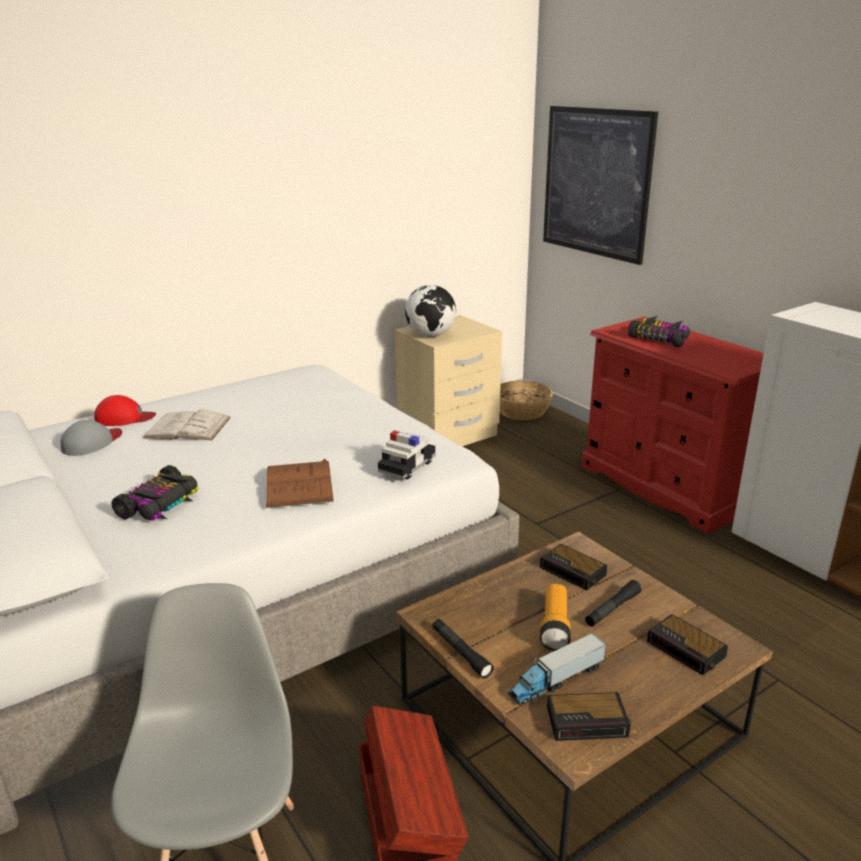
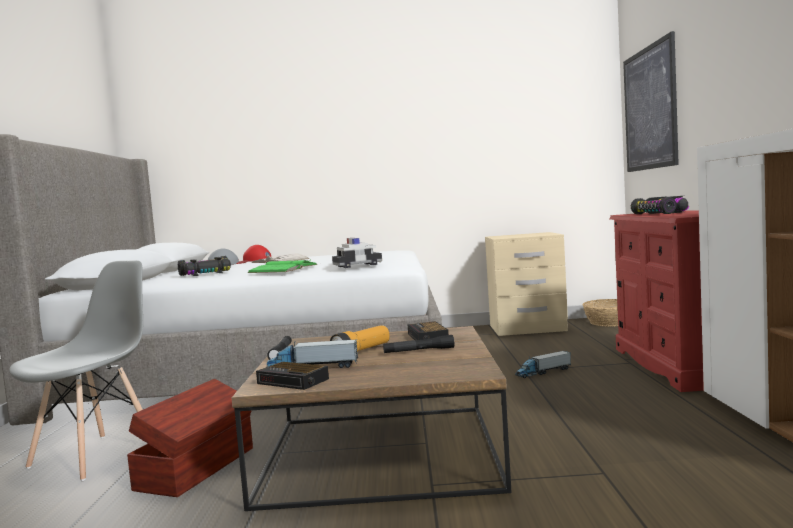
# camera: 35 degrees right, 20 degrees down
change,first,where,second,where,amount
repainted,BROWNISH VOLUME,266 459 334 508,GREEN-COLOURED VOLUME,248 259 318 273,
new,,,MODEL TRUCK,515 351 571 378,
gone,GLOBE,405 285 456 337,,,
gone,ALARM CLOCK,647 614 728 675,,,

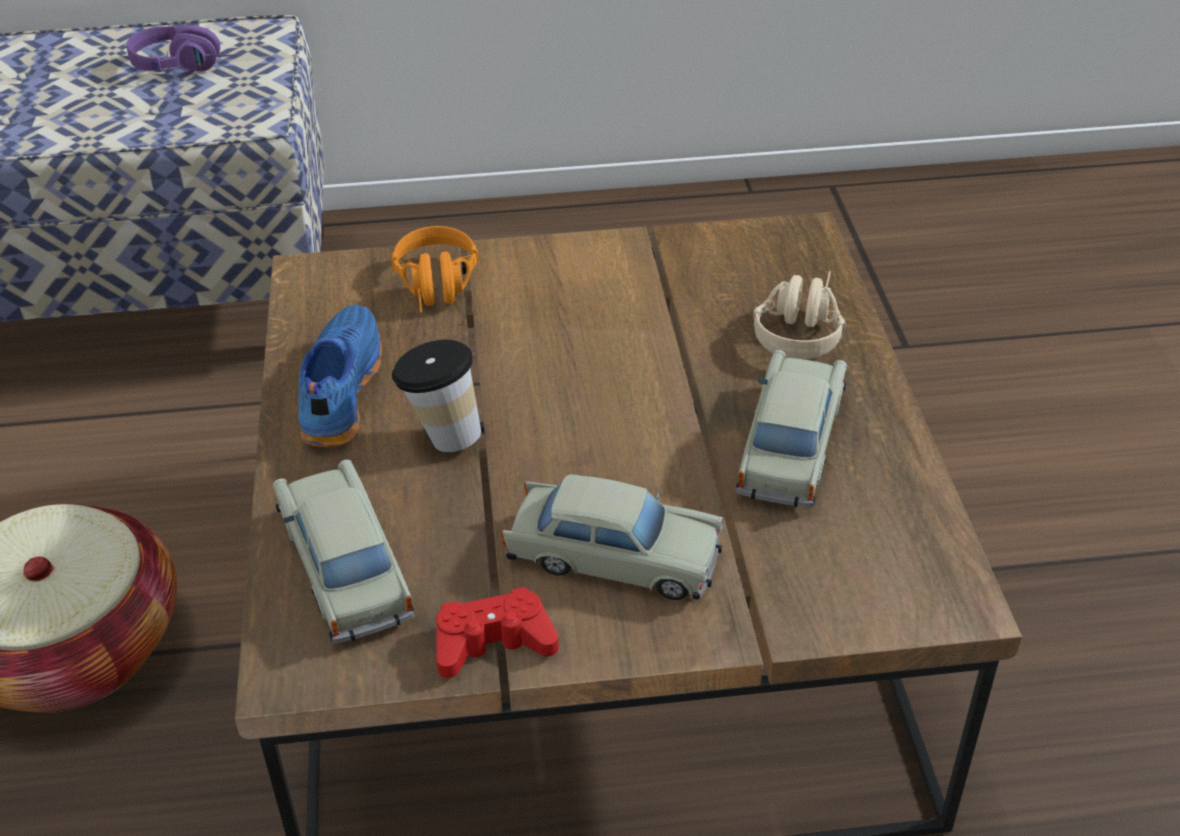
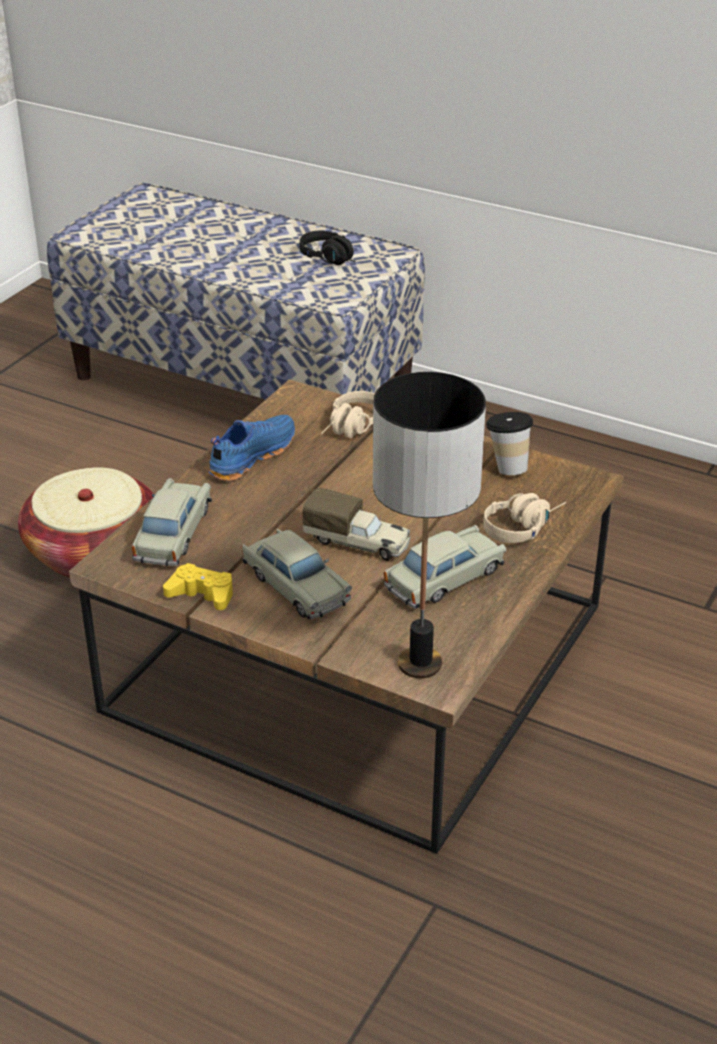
# camera: 35 degrees right, 5 degrees down
change,first,where,second,where,amount
repainted,REDDISH GAMEPAD,436 587 559 678,YELLOWISH GAMEPAD,163 563 233 610,
repainted,PURPLE PAIR OF HEADPHONES,127 24 237 72,BLACK-COLOURED PAIR OF HEADPHONES,300 231 355 265,
new,,,MODEL TRUCK,302 488 411 561,
repainted,ORANGE PAIR OF HEADPHONES,391 226 479 314,SAND-COLOURED PAIR OF HEADPHONES,321 391 375 438,
new,,,TABLETOP LAMP,373 372 486 678,
shifted,SMALL CUP,392 340 481 452,,486 412 533 475,

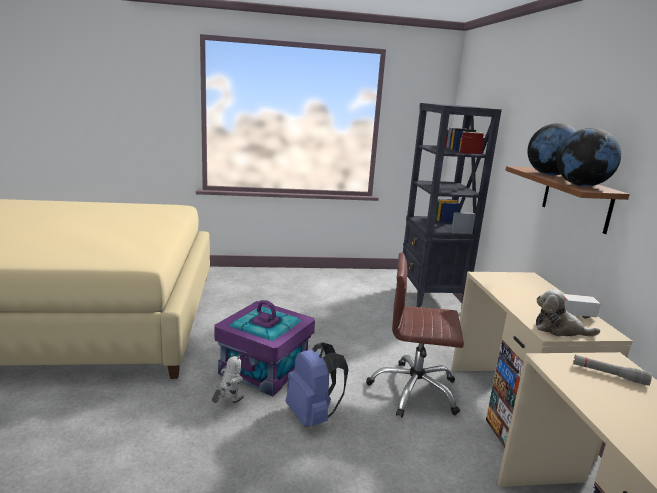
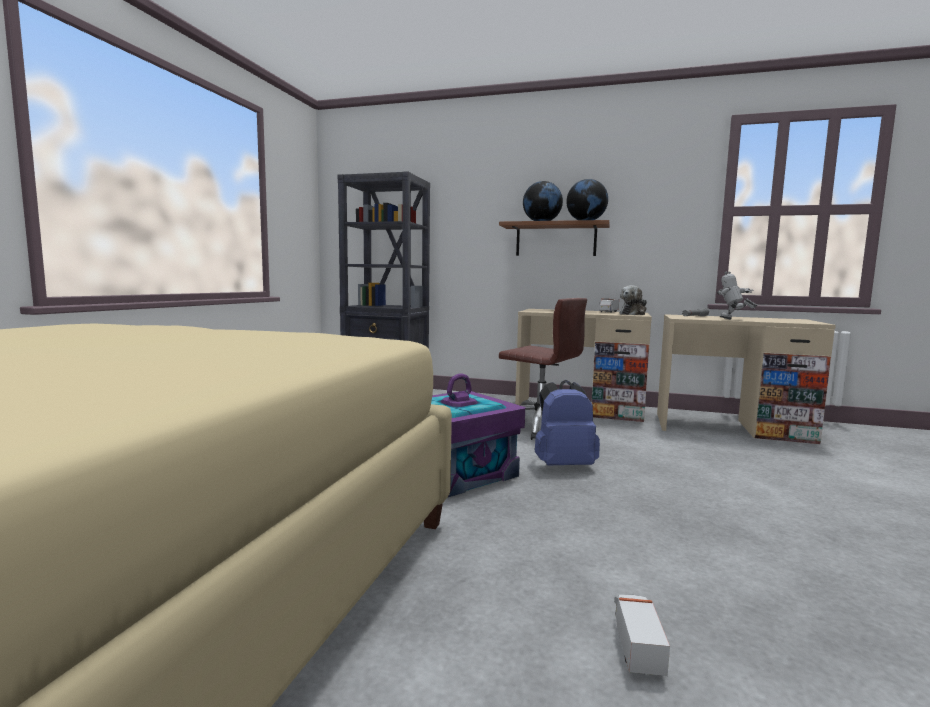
# camera: 65 degrees left, 10 degrees down
change,first,where,second,where,amount
rotated,BROWNISH DESK CHAIR,366 253 464 418,,499 298 587 440,90 degrees counterclockwise
new,,,MODEL TRUCK,615 595 670 676,
shifted,TOY ROBOT,212 353 244 403,,716 271 757 319,

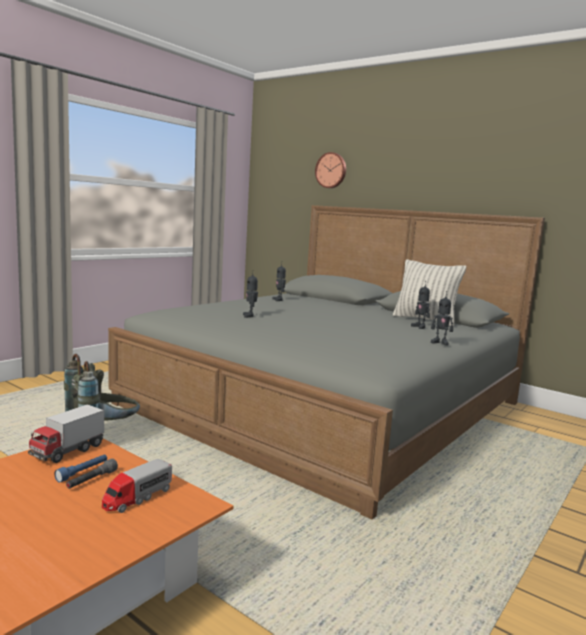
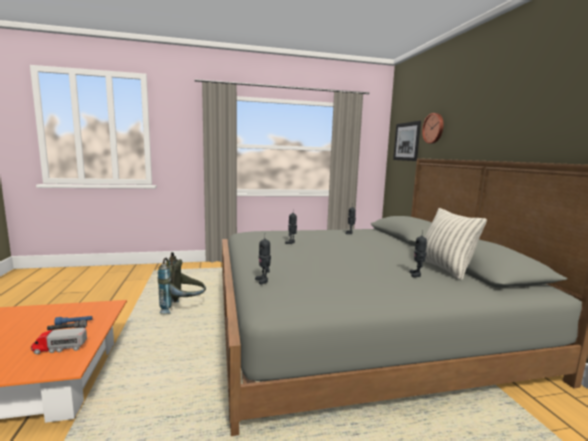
# camera: 40 degrees right, 0 degrees up
change,first,where,second,where,amount
shifted,TOY ROBOT,431 291 453 345,,255 238 271 284,
new,,,WALL ART,393 121 421 161,
gone,MODEL TRUCK,28 404 104 463,,,

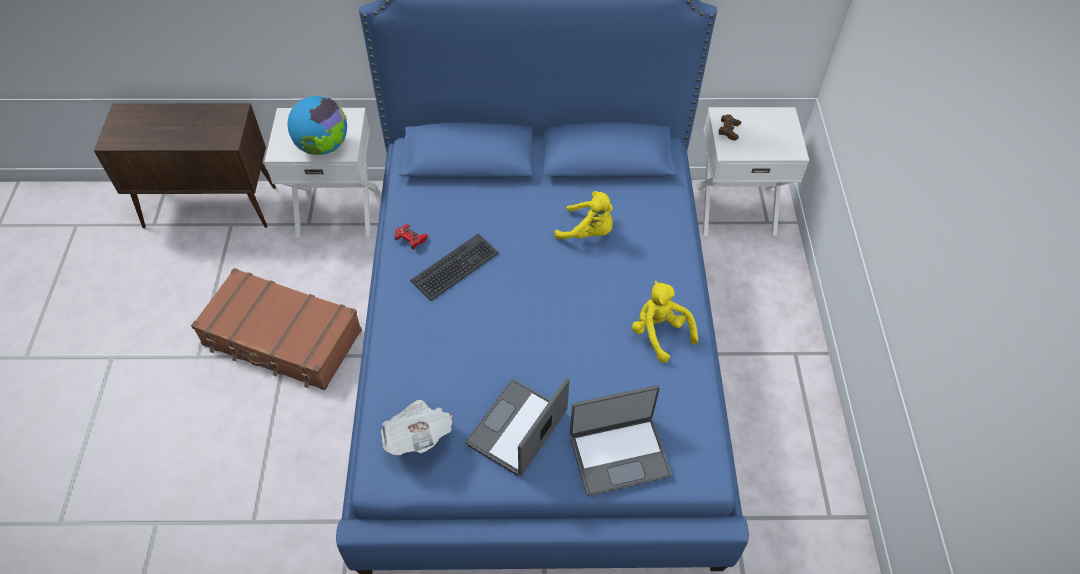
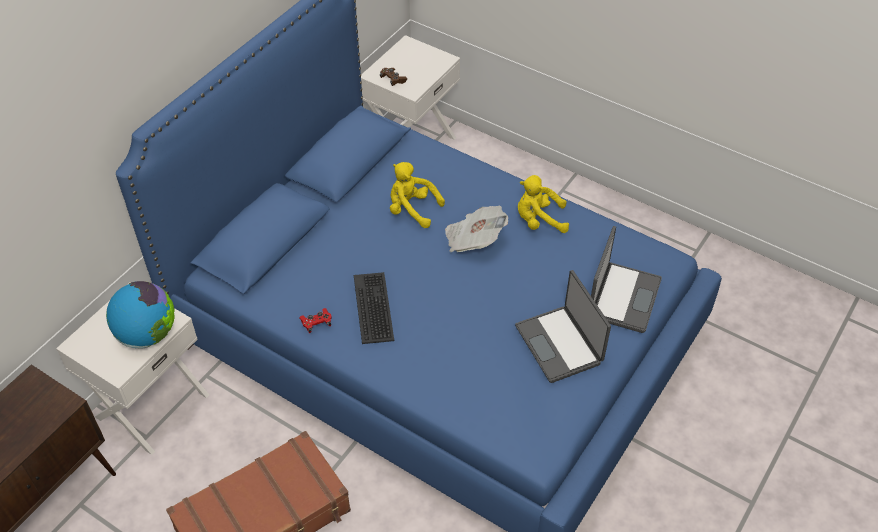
# camera: 55 degrees left, 5 degrees down
change,first,where,second,where,amount
rotated,YELLOWISH CUDDLY TOY,555 191 613 239,,390 162 445 228,120 degrees counterclockwise
shifted,PRINTED PAPER,381 400 452 455,,445 206 508 252,

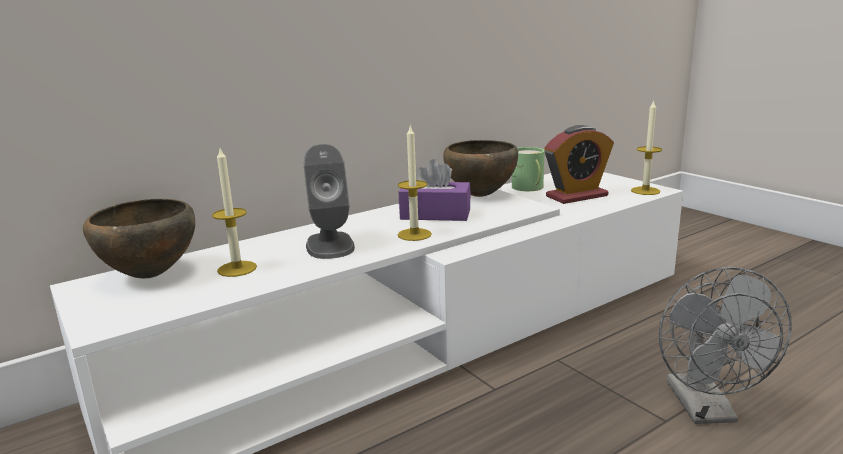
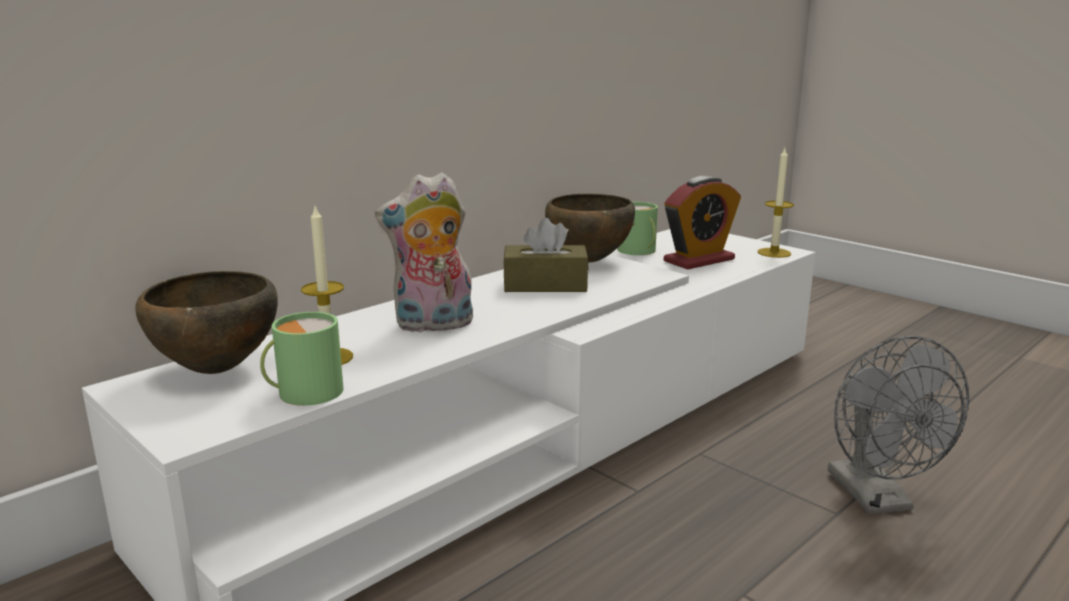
# camera: 10 degrees left, 0 degrees up
change,first,where,second,where,amount
new,,,GREEN-COLOURED TEA MUG,260 312 344 406,
swapped,GREY LOUDSPEAKER,304 144 355 259,CUDDLY TOY,375 172 473 333,
repainted,PURPLE TISSUE HOLDER,399 159 471 221,BROWNISH TISSUE HOLDER,503 218 589 292,
gone,WAX LIGHT,397 124 432 241,,,

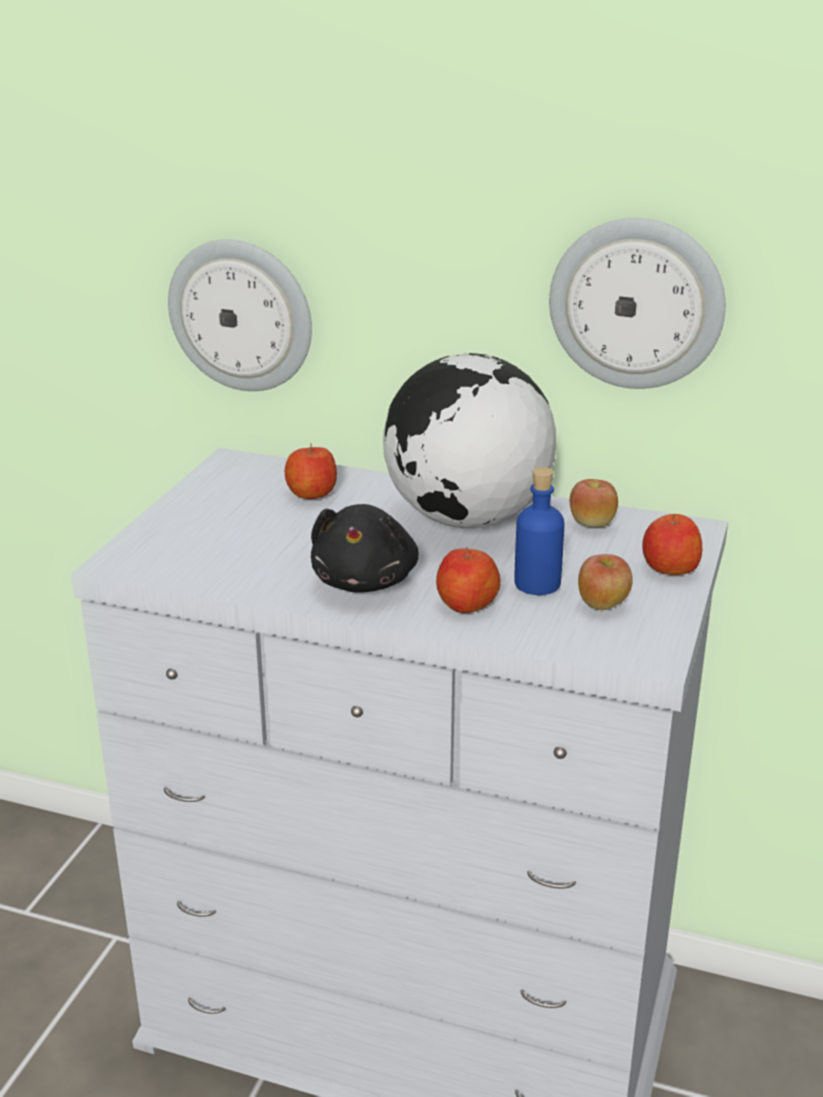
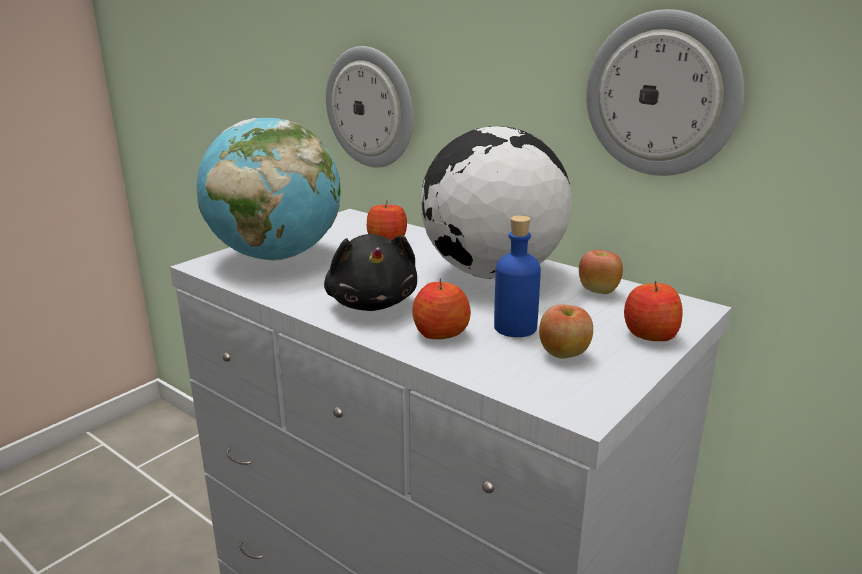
# camera: 20 degrees right, 5 degrees down
change,first,where,second,where,amount
new,,,GLOBE,197 118 341 260,
rotated,BLACK-COLOURED CUDDLY TOY,311 504 419 593,,324 234 417 311,45 degrees counterclockwise

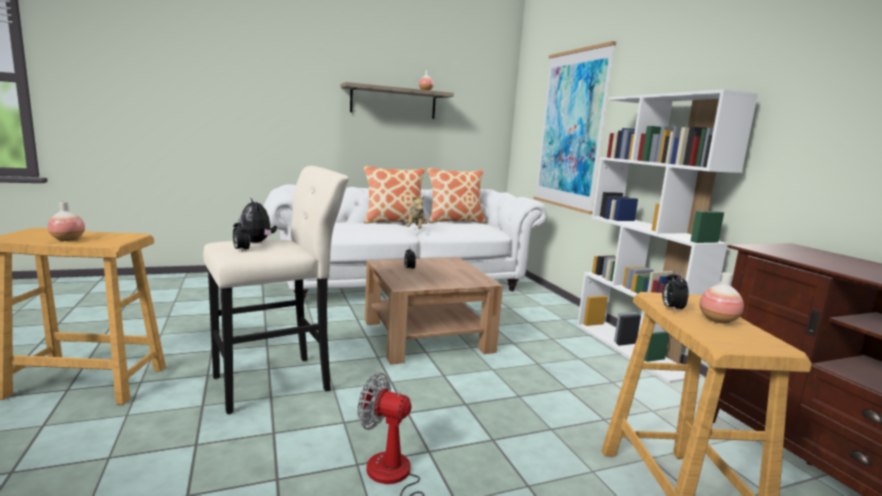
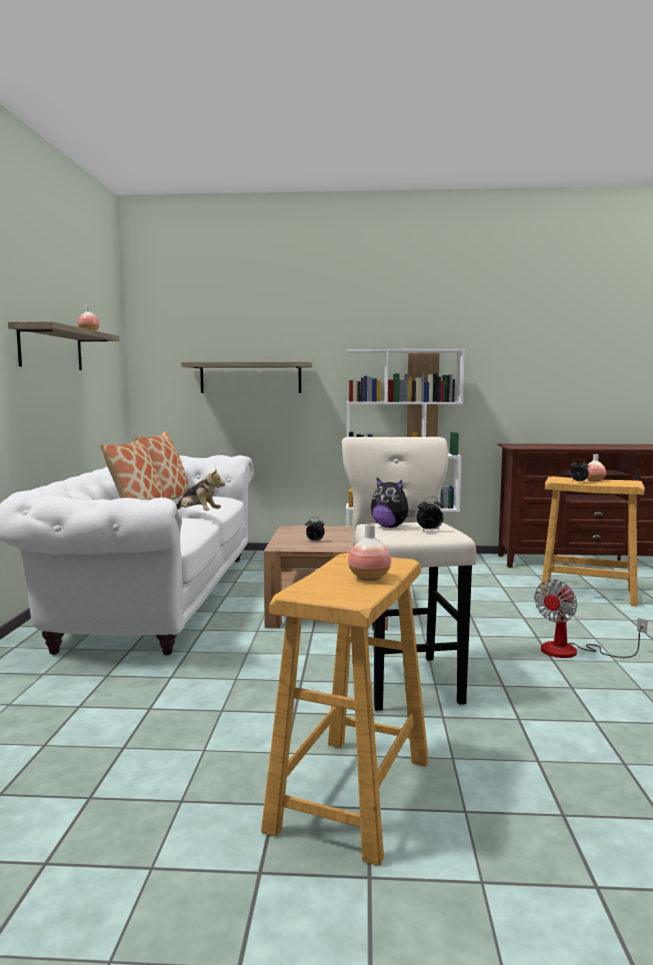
# camera: 65 degrees left, 5 degrees down
change,first,where,second,where,amount
swapped,WALL ART,533 41 616 214,SHELF,181 362 312 393,
rotated,CUDDLY TOY,240 198 277 243,,371 478 415 528,45 degrees clockwise

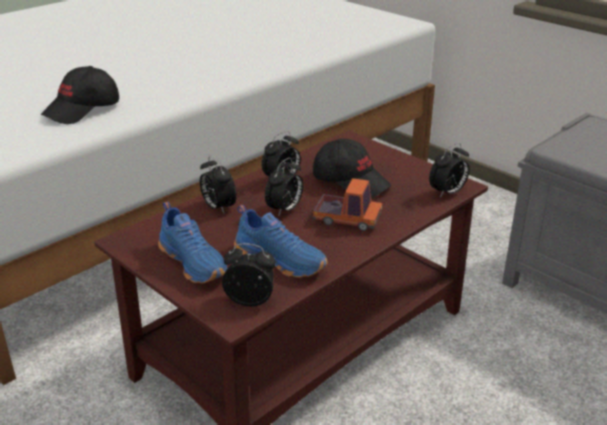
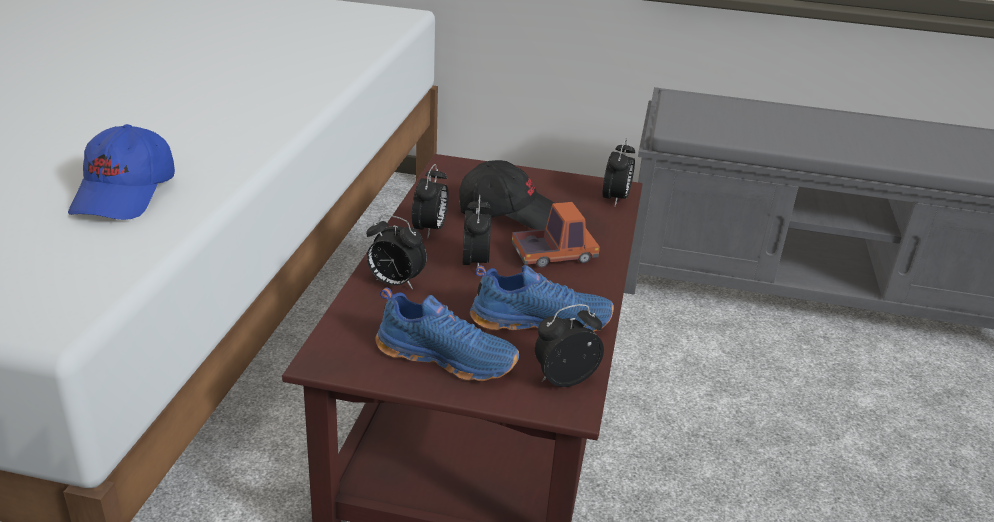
# camera: 35 degrees left, 0 degrees up
change,first,where,second,where,amount
repainted,BLACK-COLOURED CAP,41 66 119 124,BLUE-COLOURED CAP,68 124 175 220,

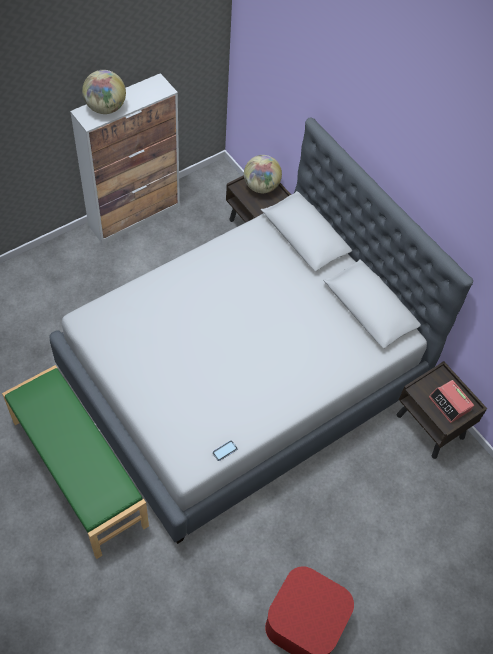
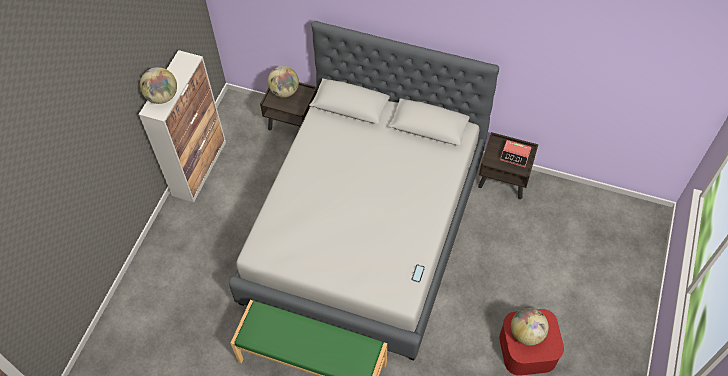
# camera: 30 degrees left, 0 degrees up
change,first,where,second,where,amount
new,,,GLOBE,511 308 549 346,

